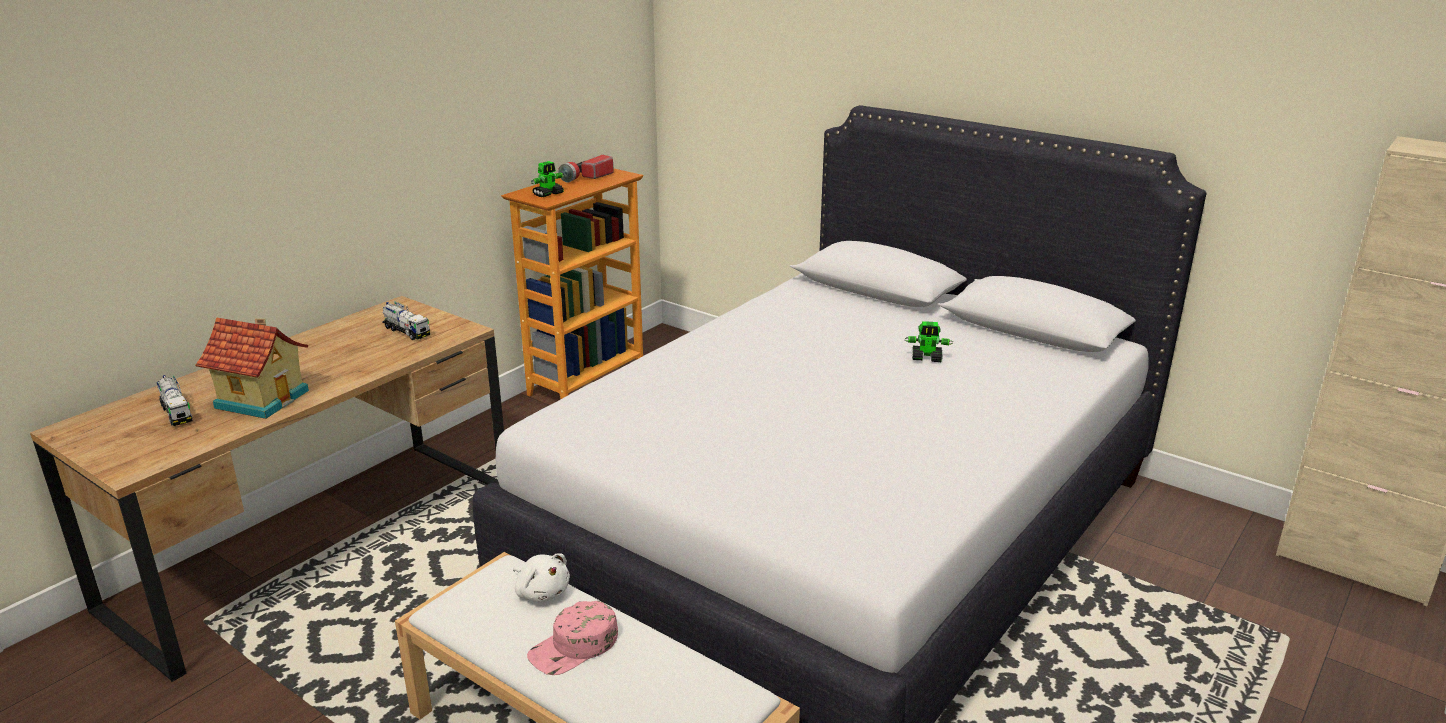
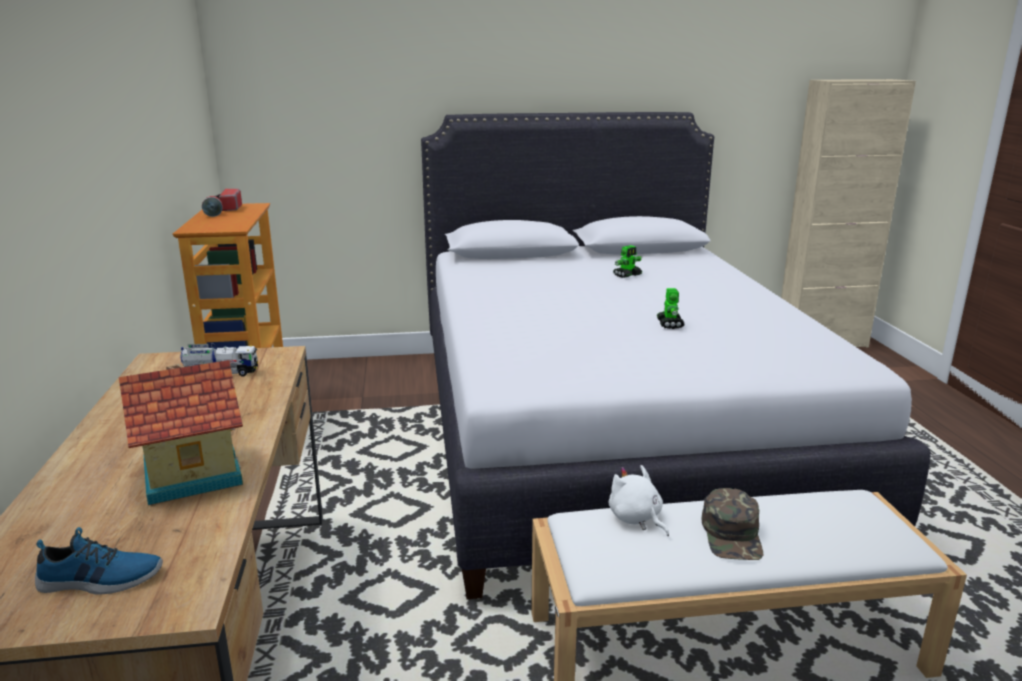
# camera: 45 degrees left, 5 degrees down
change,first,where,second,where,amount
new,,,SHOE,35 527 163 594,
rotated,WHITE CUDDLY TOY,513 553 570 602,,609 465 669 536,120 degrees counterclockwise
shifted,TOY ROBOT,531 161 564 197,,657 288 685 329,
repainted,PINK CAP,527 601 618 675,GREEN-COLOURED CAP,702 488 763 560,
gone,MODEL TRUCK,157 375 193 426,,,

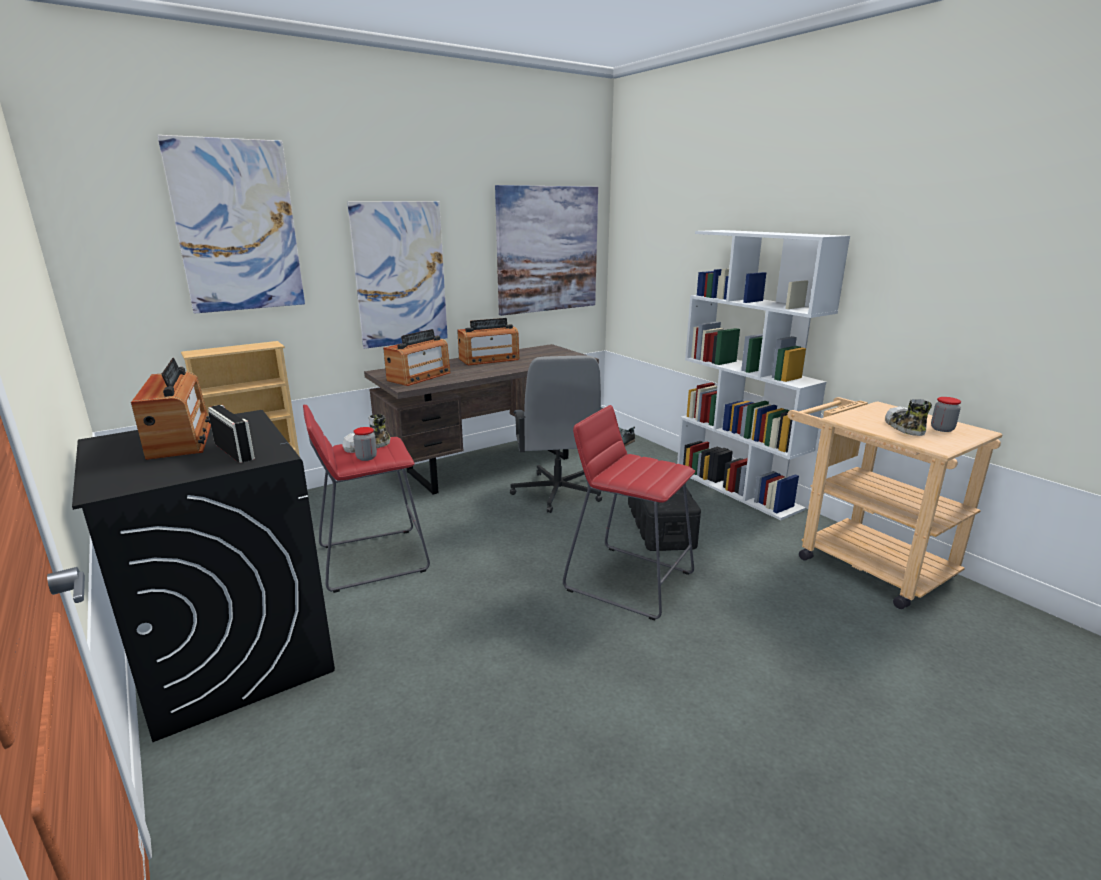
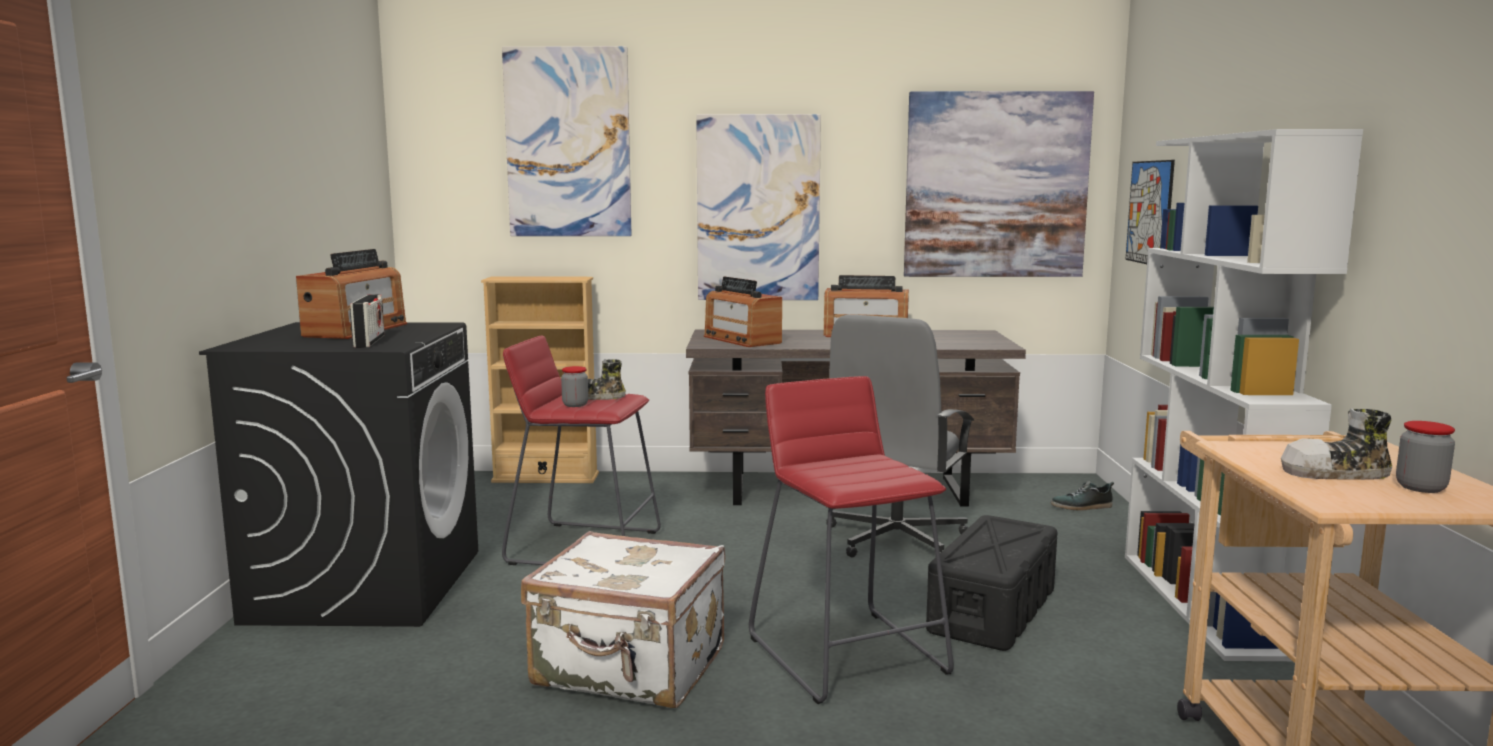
# camera: 35 degrees right, 10 degrees down
change,first,where,second,where,amount
new,,,WHITE TRAVEL CASE,521 531 725 708,
rotated,RADIO RECEIVER,383 329 451 386,,704 276 782 347,75 degrees clockwise
new,,,WALL ART,1125 160 1175 264,
rotated,SHOE,885 399 932 436,,1281 408 1392 480,120 degrees counterclockwise

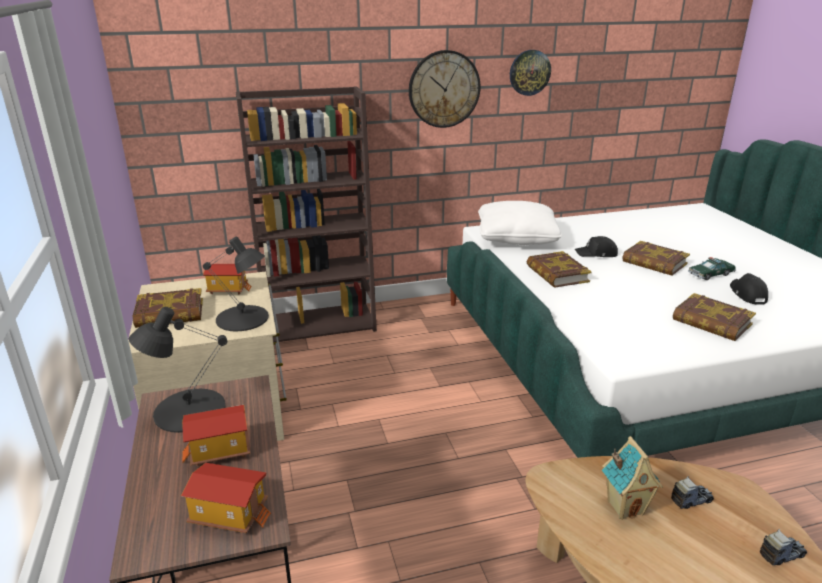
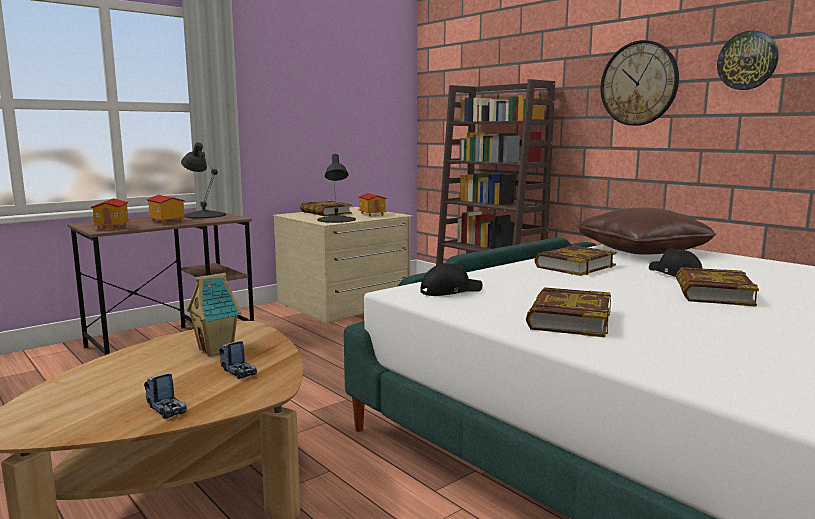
# camera: 65 degrees right, 15 degrees down
change,first,where,second,where,amount
shifted,BLACK-COLOURED CAP,730 273 768 305,,421 263 483 296,
repainted,WHITE CUSHION,478 201 562 245,BROWNISH CUSHION,578 208 716 254,
gone,MODEL CAR,688 257 736 280,,,

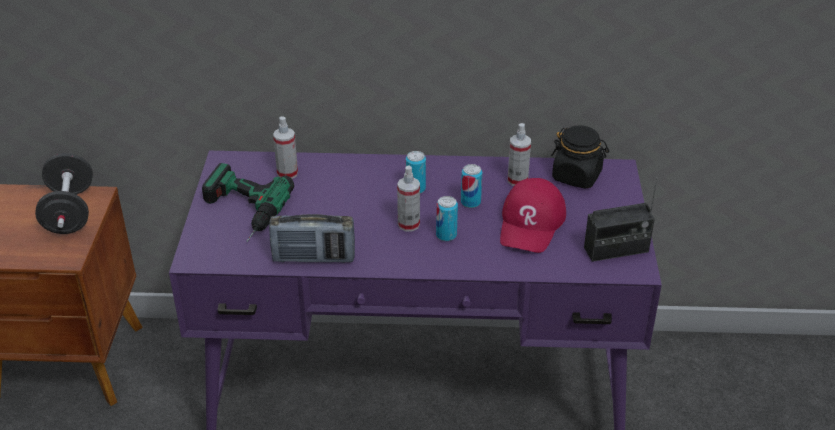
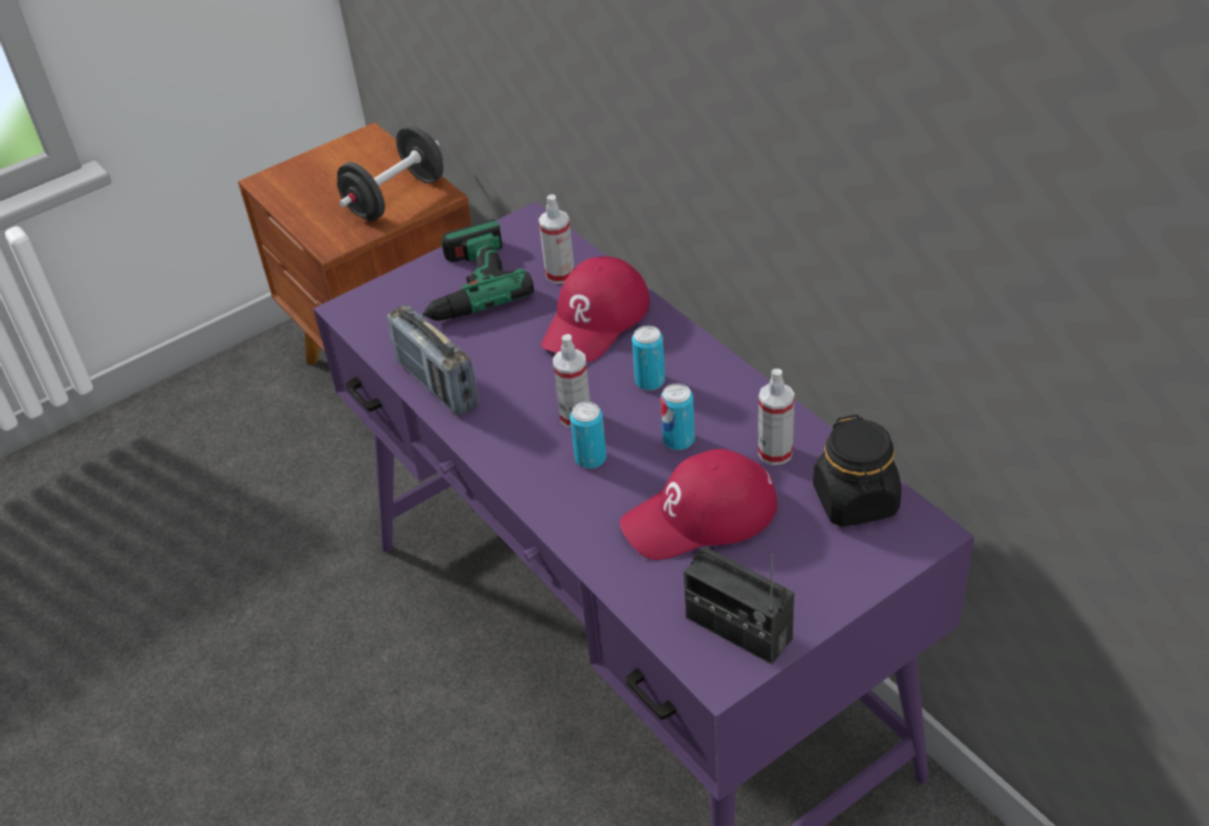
# camera: 55 degrees right, 5 degrees up
change,first,where,second,where,amount
new,,,REDDISH CAP,541 256 650 362,

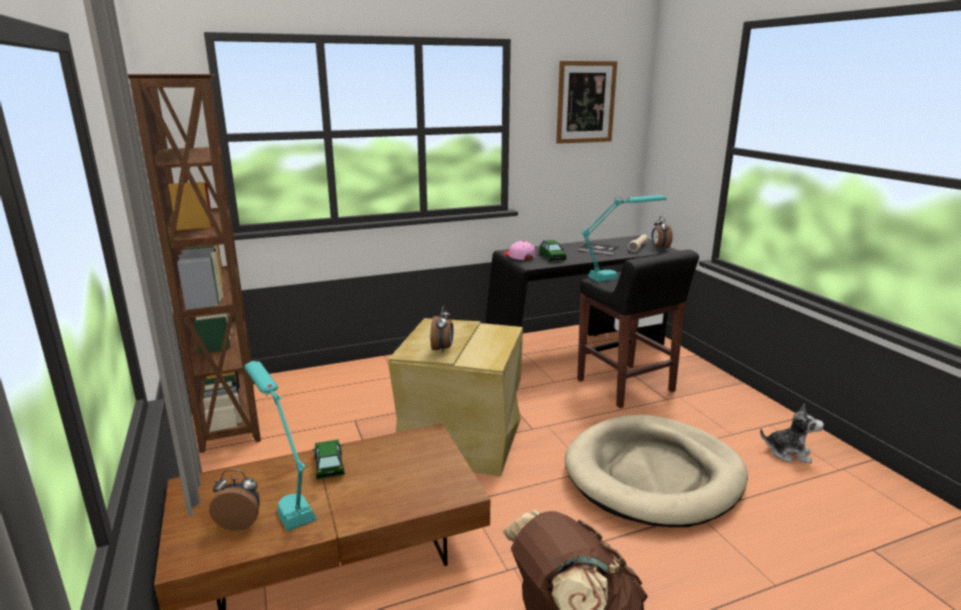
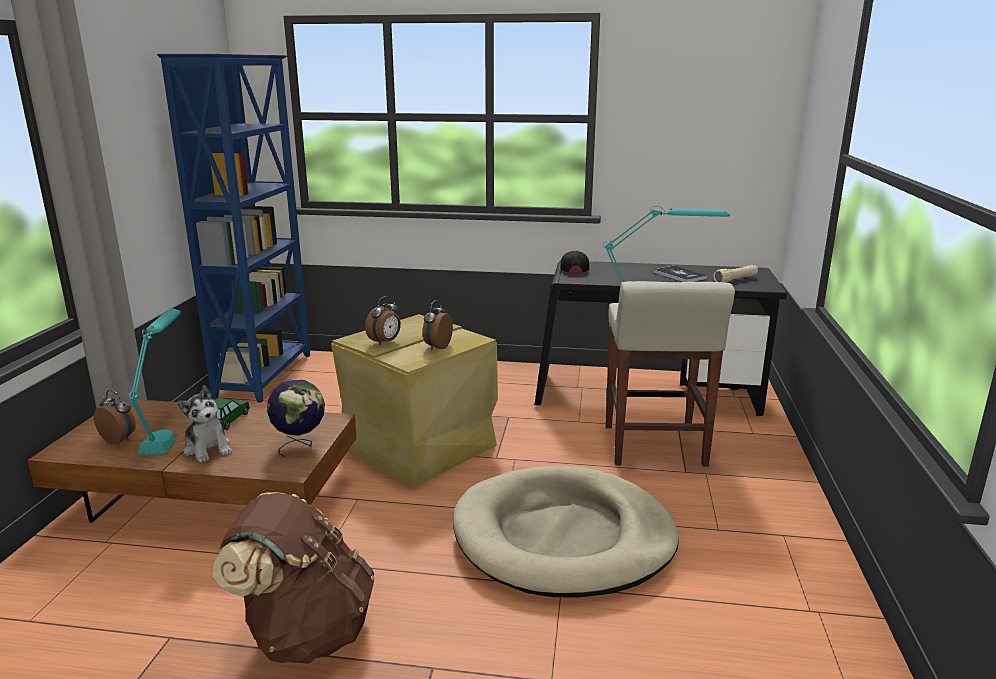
# camera: 30 degrees right, 0 degrees up
change,first,where,second,where,amount
repainted,BROWNISH BOOKSHELF,128 74 261 453,BLUE-COLOURED BOOKSHELF,157 54 310 403,
shifted,CUDDLY TOY,760 404 824 464,,178 385 232 463,
new,,,GLOBE,267 379 325 457,
shifted,ALARM CLOCK,652 216 673 249,,422 300 453 350,
repainted,PINK CAP,504 241 535 260,BLACK-COLOURED CAP,560 251 589 273,
repainted,BLACK-COLOURED STOOL,577 250 699 408,SAND-COLOURED STOOL,606 281 735 466,
gone,MODEL CAR,539 240 566 261,,,
gone,WALL ART,556 61 617 144,,,

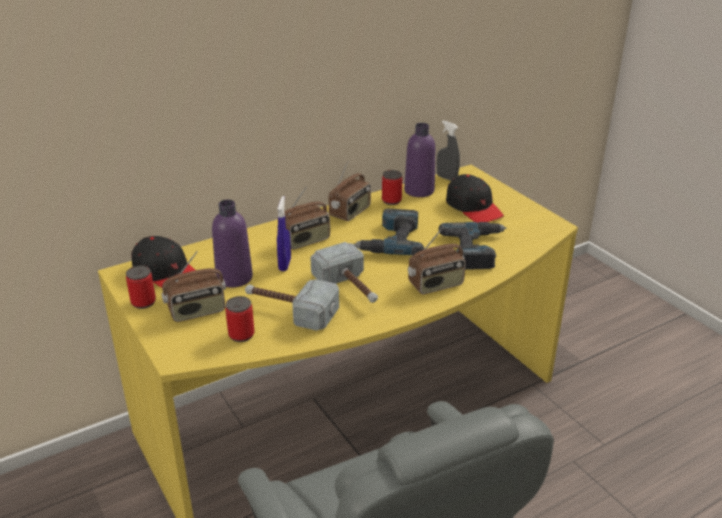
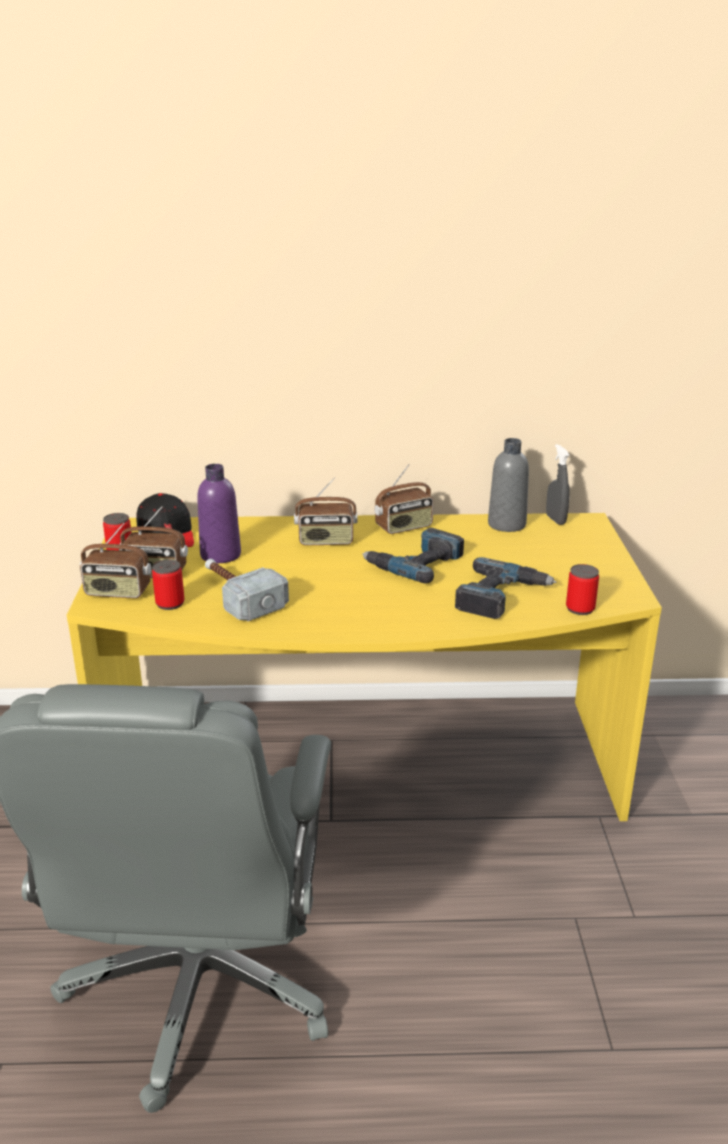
# camera: 30 degrees right, 5 degrees down
change,first,where,second,where,amount
shifted,RADIO RECEIVER,408 227 466 294,,80 523 151 598,
repainted,PURPLE BEVERAGE BOTTLE,404 123 435 197,GREY BEVERAGE BOTTLE,488 438 529 532,
shifted,CAN,382 170 402 205,,566 564 599 615,
gone,BLUE-COLOURED HAND SPRAYER,277 196 291 271,,,
gone,HAND HAMMER,310 242 378 303,,,
gone,BLACK-COLOURED CAP,446 174 504 223,,,

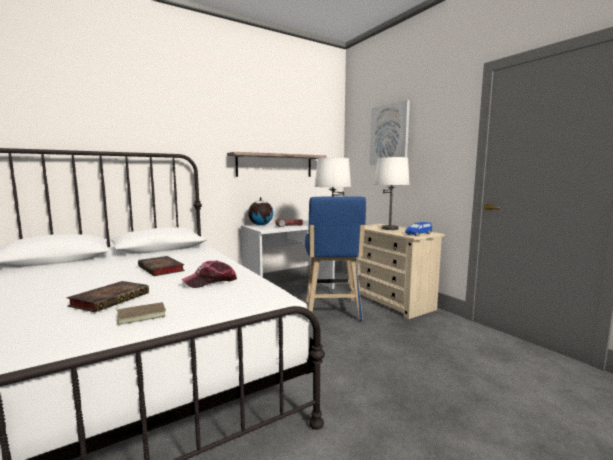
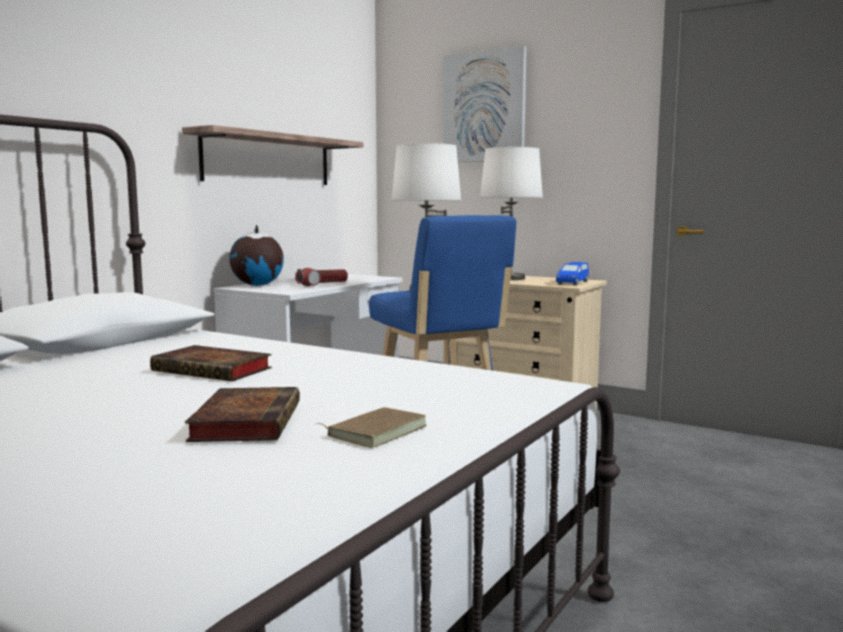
# camera: 25 degrees left, 0 degrees up
change,first,where,second,where,amount
gone,CAP,181 260 237 288,,,

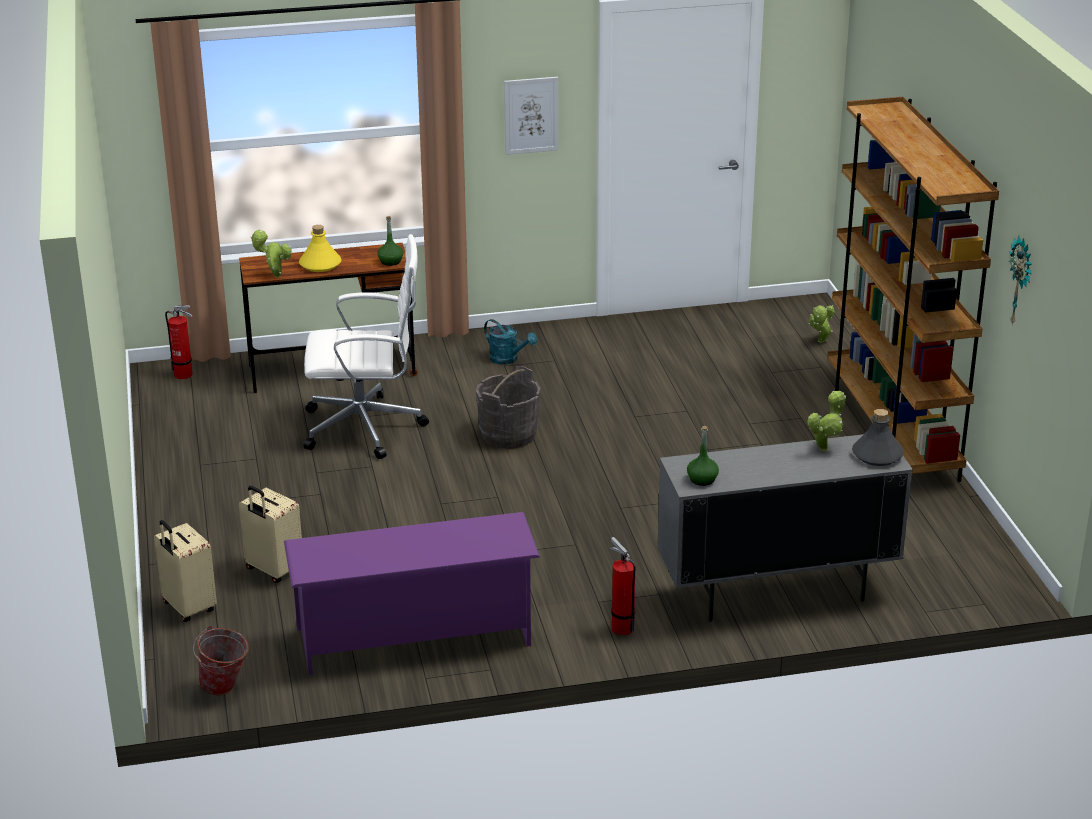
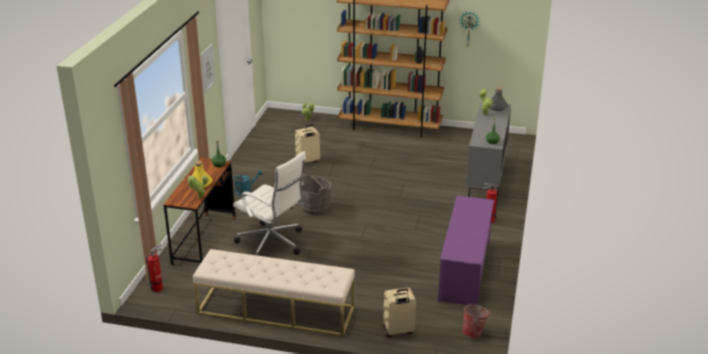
# camera: 65 degrees left, 0 degrees up
change,first,where,second,where,amount
new,,,SAND-COLOURED LONG SEAT,193 249 355 337,
rotated,WHITE DESK CHAIR,303 234 429 459,,233 151 306 256,105 degrees clockwise
shifted,SAND-COLOURED TRAVEL CASE,239 486 302 583,,295 124 320 163,

